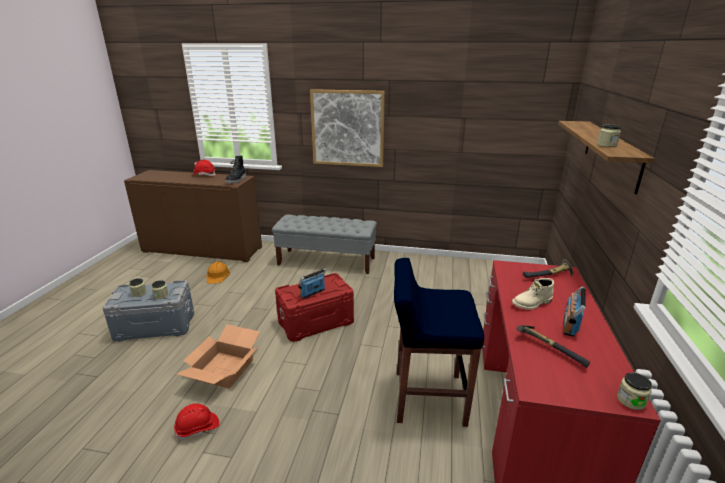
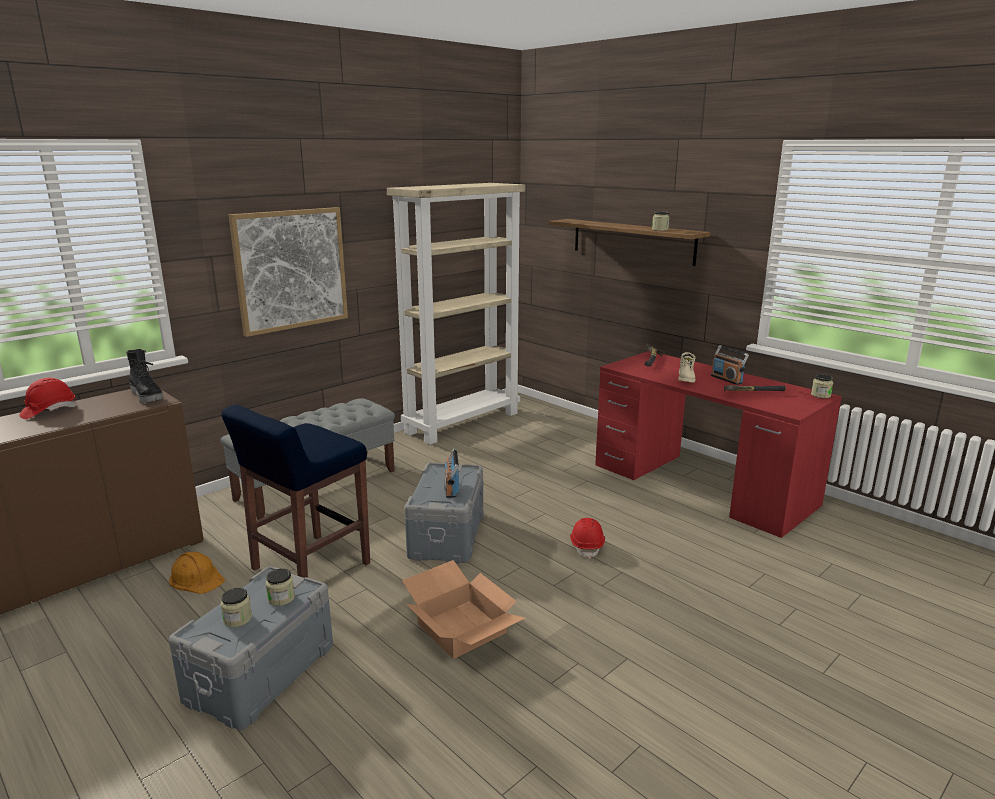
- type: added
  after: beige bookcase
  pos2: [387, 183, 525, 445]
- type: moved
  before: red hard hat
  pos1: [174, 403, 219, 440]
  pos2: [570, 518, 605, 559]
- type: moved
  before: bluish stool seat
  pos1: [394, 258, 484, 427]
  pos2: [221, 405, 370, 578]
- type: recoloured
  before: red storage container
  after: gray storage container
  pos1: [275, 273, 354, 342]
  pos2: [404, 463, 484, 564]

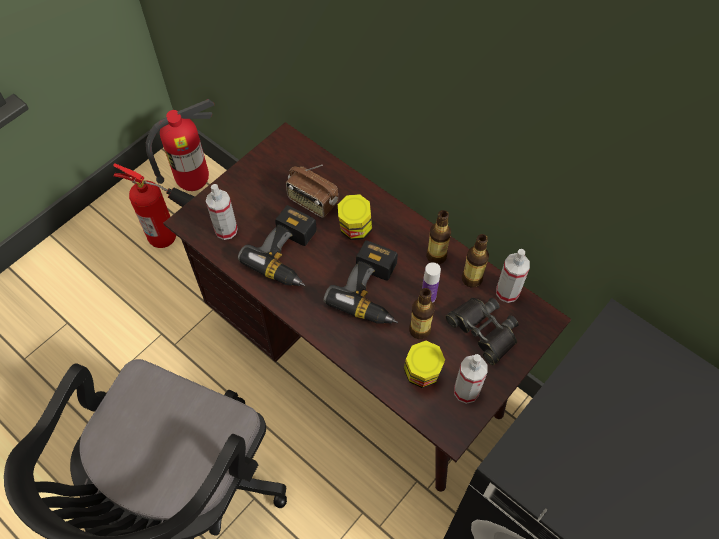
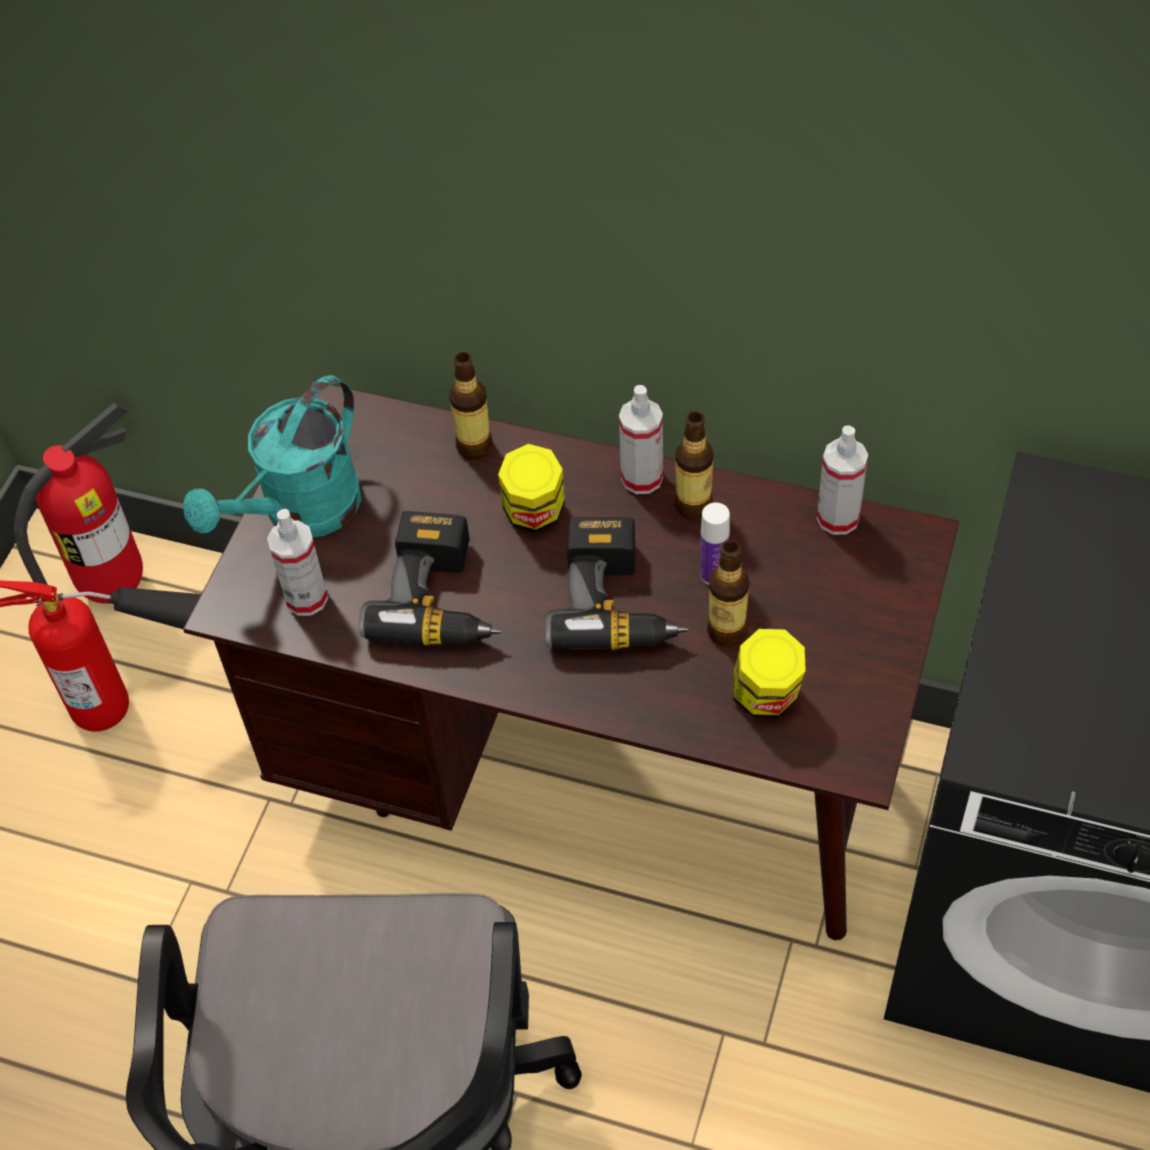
- type: removed
  before: radio receiver
  pos1: [286, 165, 338, 218]
- type: removed
  before: blackish pair of binoculars
  pos1: [445, 298, 519, 365]
- type: added
  after: blue-green sprinkling can
  pos2: [183, 375, 362, 538]
- type: moved
  before: sprayer
  pos1: [454, 354, 487, 404]
  pos2: [619, 385, 663, 494]
- type: moved
  before: bottle
  pos1: [462, 234, 489, 288]
  pos2: [449, 352, 493, 460]

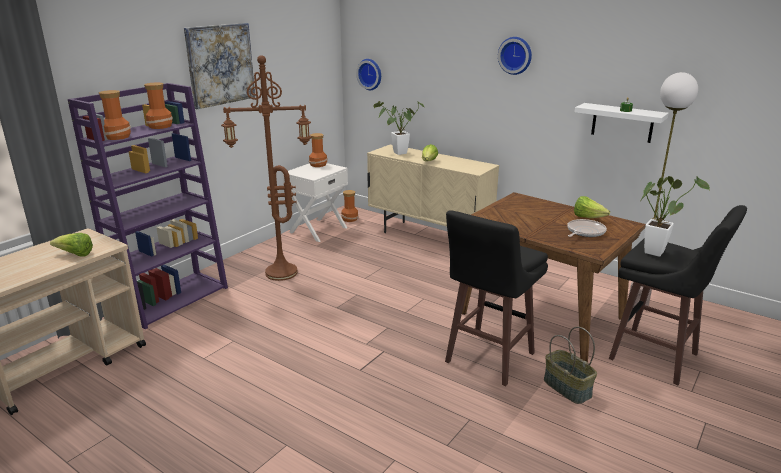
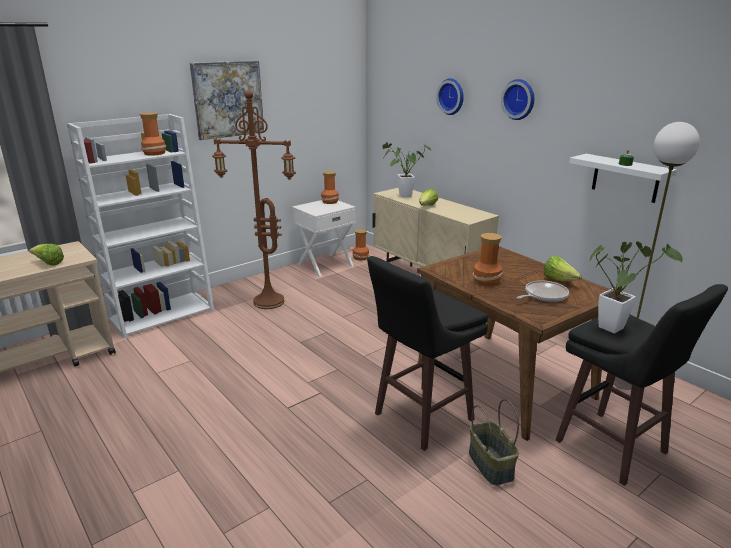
- type: moved
  before: flower vase
  pos1: [99, 90, 131, 140]
  pos2: [473, 233, 502, 286]
- type: moved
  before: clock on the wall
  pos1: [356, 59, 381, 90]
  pos2: [436, 78, 464, 115]
- type: recoloured
  before: purplish bookcase
  after: white-coloured bookcase
  pos1: [68, 83, 228, 329]
  pos2: [67, 114, 214, 339]

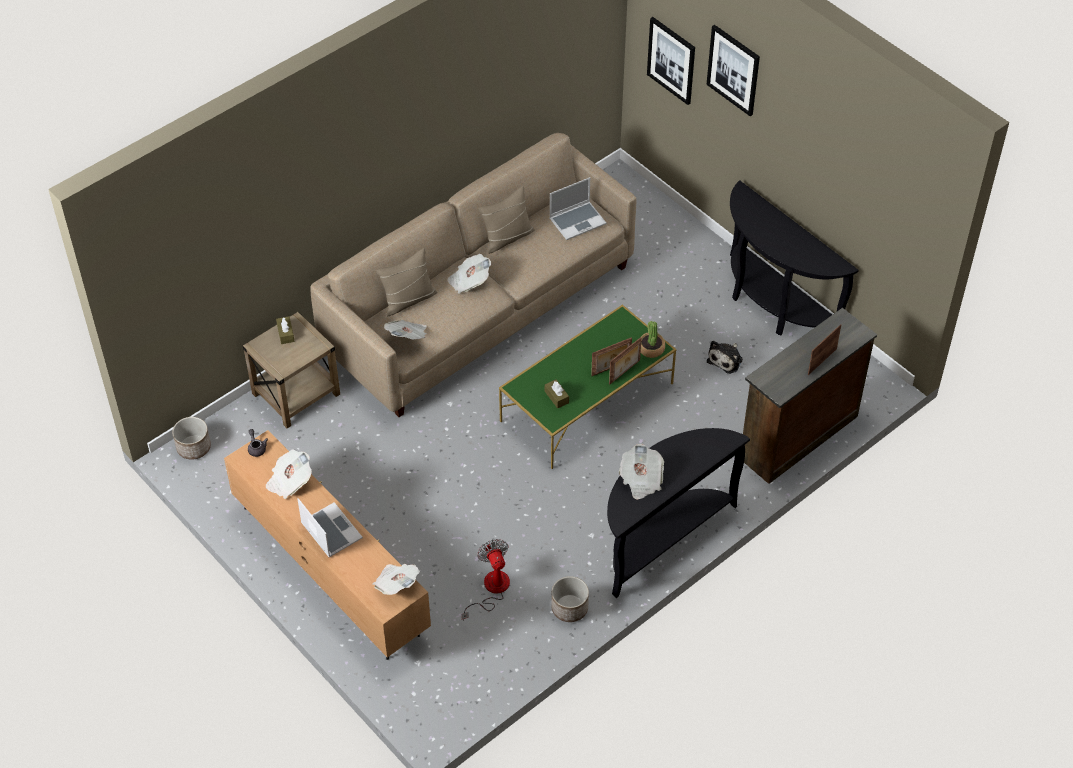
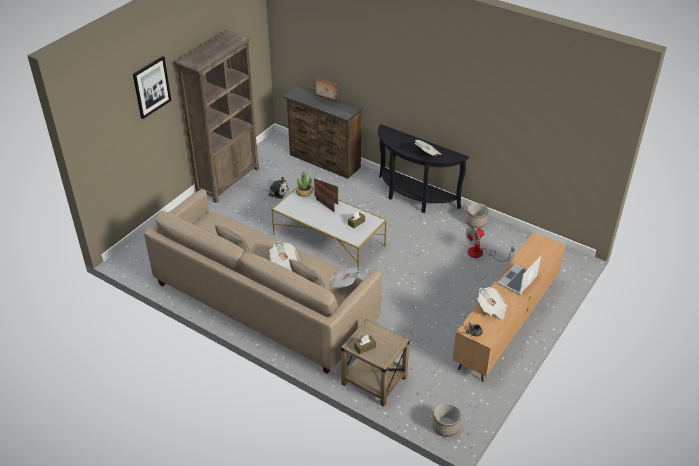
- type: removed
  before: printed paper
  pos1: [372, 564, 420, 595]
- type: removed
  before: portable computer
  pos1: [550, 177, 606, 240]
- type: removed
  before: wall picture
  pos1: [647, 17, 695, 105]
- type: replaced
  before: blackish narrow table
  after: brown-coloured bookcase
  pos1: [730, 181, 859, 335]
  pos2: [175, 30, 259, 203]
- type: recoloured
  before: green-coloured lounge table
  after: white-coloured lounge table
  pos1: [499, 304, 676, 469]
  pos2: [271, 188, 387, 270]

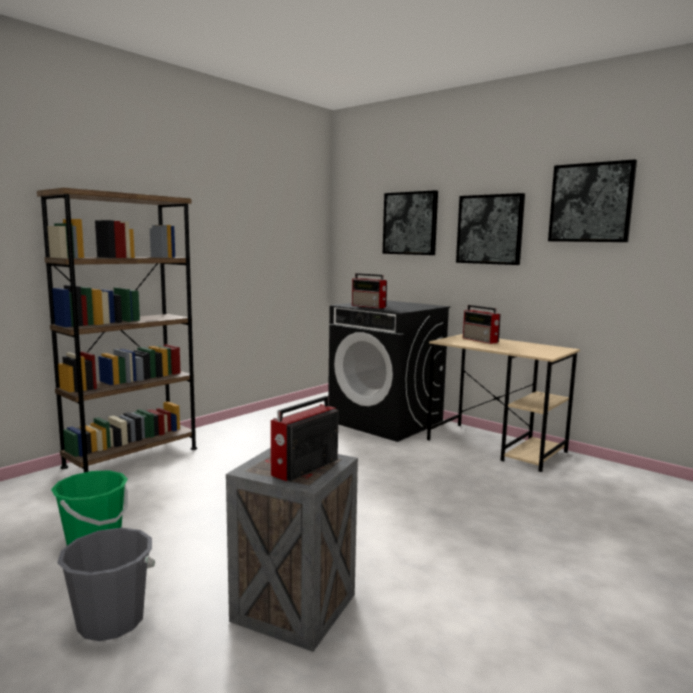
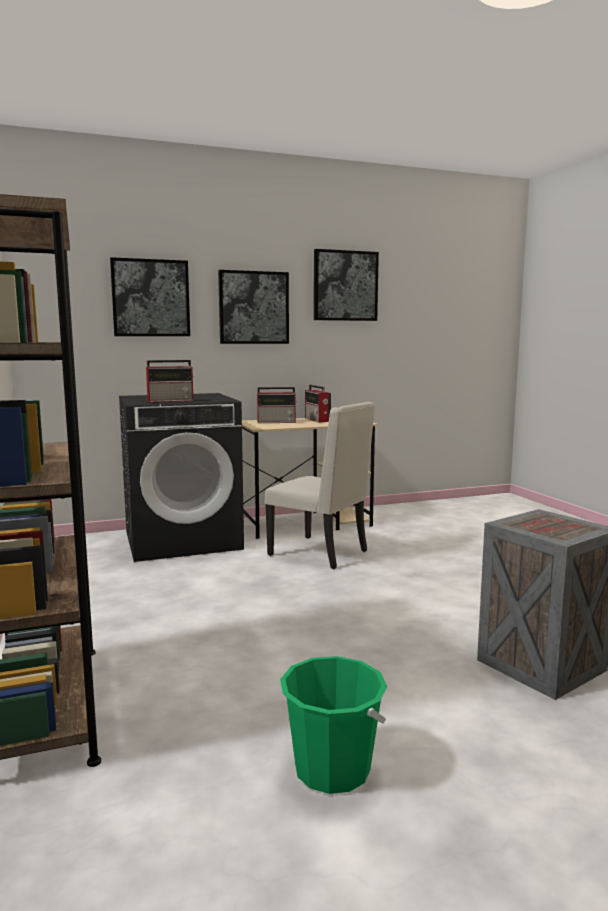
- type: removed
  before: gray water bucket
  pos1: [57, 528, 155, 641]
- type: added
  after: beige upright chair
  pos2: [265, 402, 375, 569]
- type: moved
  before: radio receiver
  pos1: [271, 396, 339, 481]
  pos2: [305, 385, 331, 422]

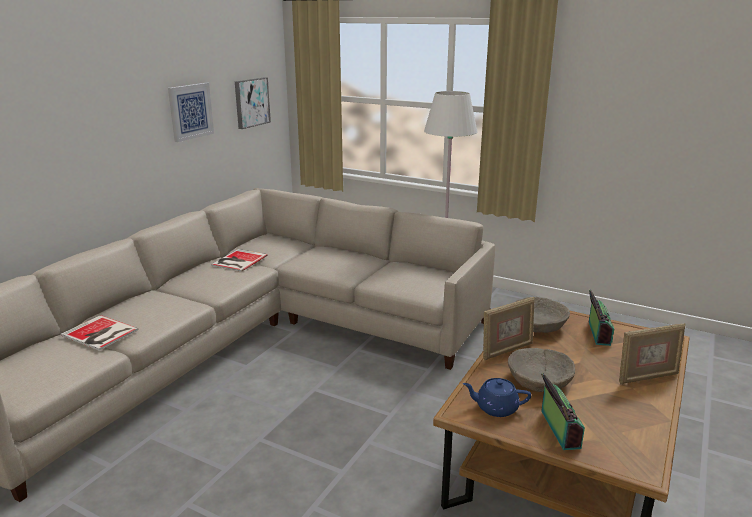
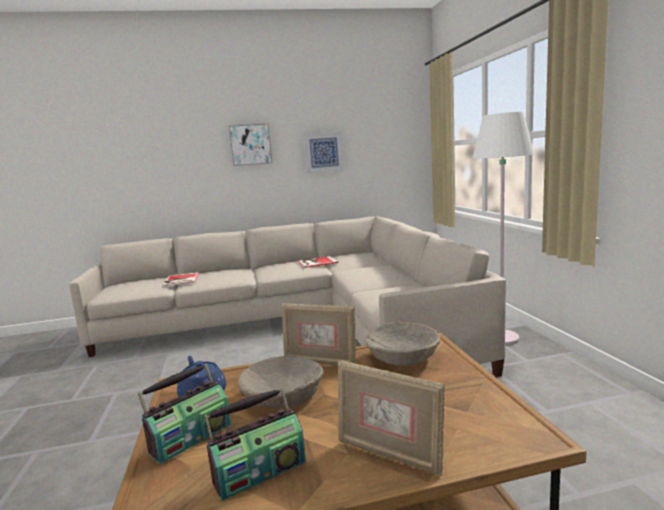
- type: moved
  before: wall picture
  pos1: [235, 77, 271, 129]
  pos2: [229, 123, 272, 166]
- type: moved
  before: radio receiver
  pos1: [589, 290, 614, 346]
  pos2: [204, 387, 306, 501]

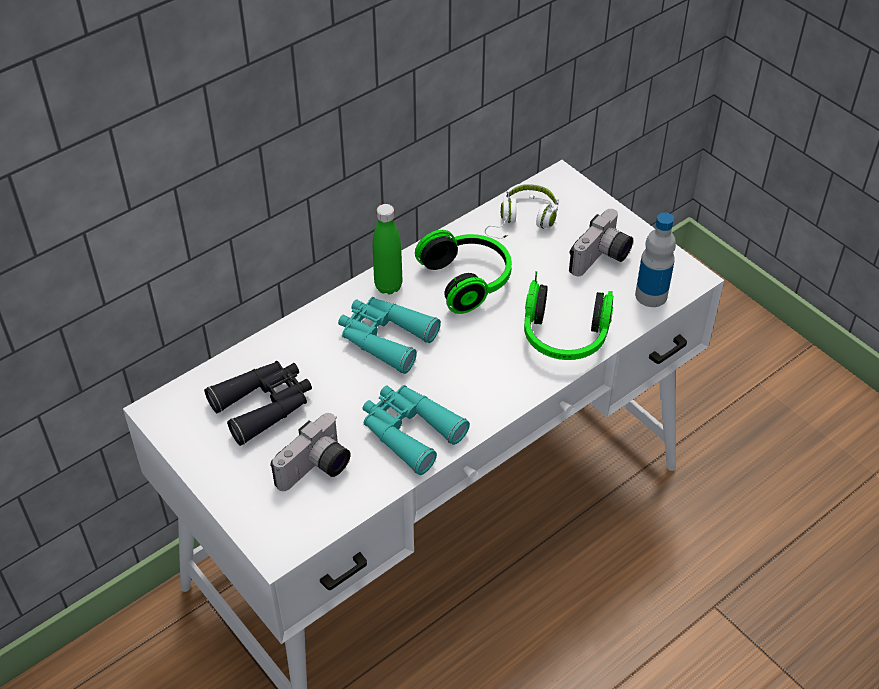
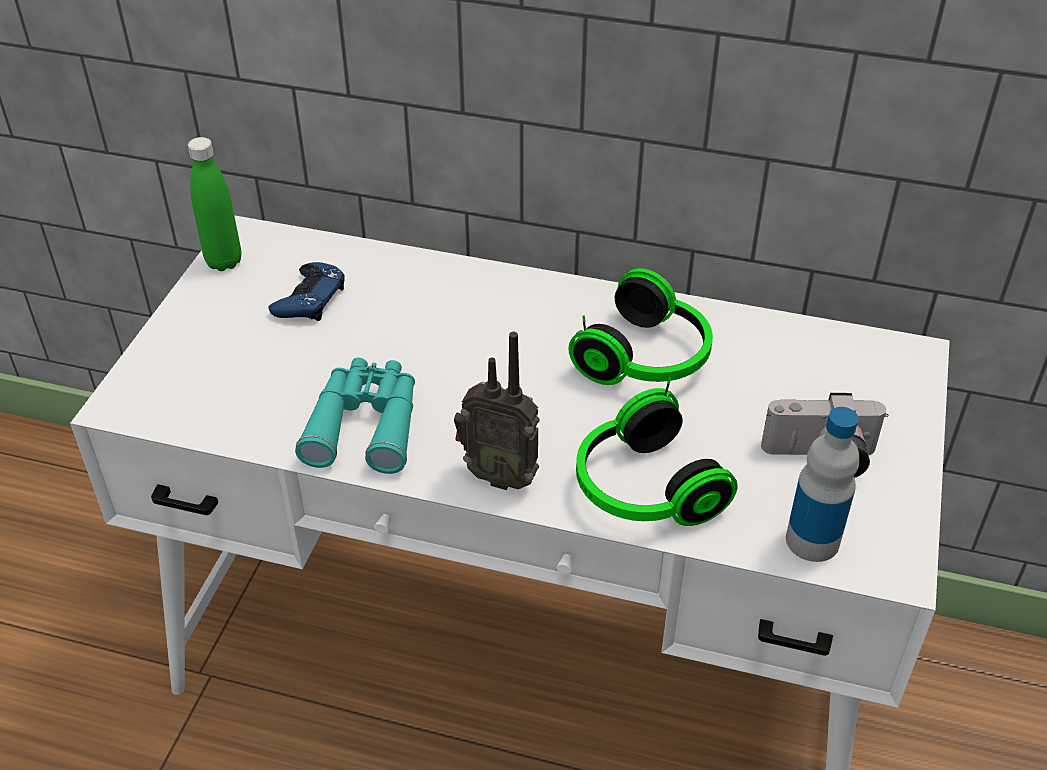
- type: removed
  before: photo camera
  pos1: [270, 413, 351, 491]
- type: removed
  before: blue-green pair of binoculars
  pos1: [338, 297, 441, 374]
- type: removed
  before: white-coloured pair of headphones
  pos1: [485, 183, 559, 239]
- type: added
  after: radio receiver
  pos2: [454, 332, 540, 490]
- type: moved
  before: green-coloured bottle
  pos1: [373, 204, 402, 295]
  pos2: [188, 137, 242, 271]
- type: replaced
  before: blackish pair of binoculars
  after: bluish joypad
  pos1: [204, 361, 312, 446]
  pos2: [268, 262, 345, 321]

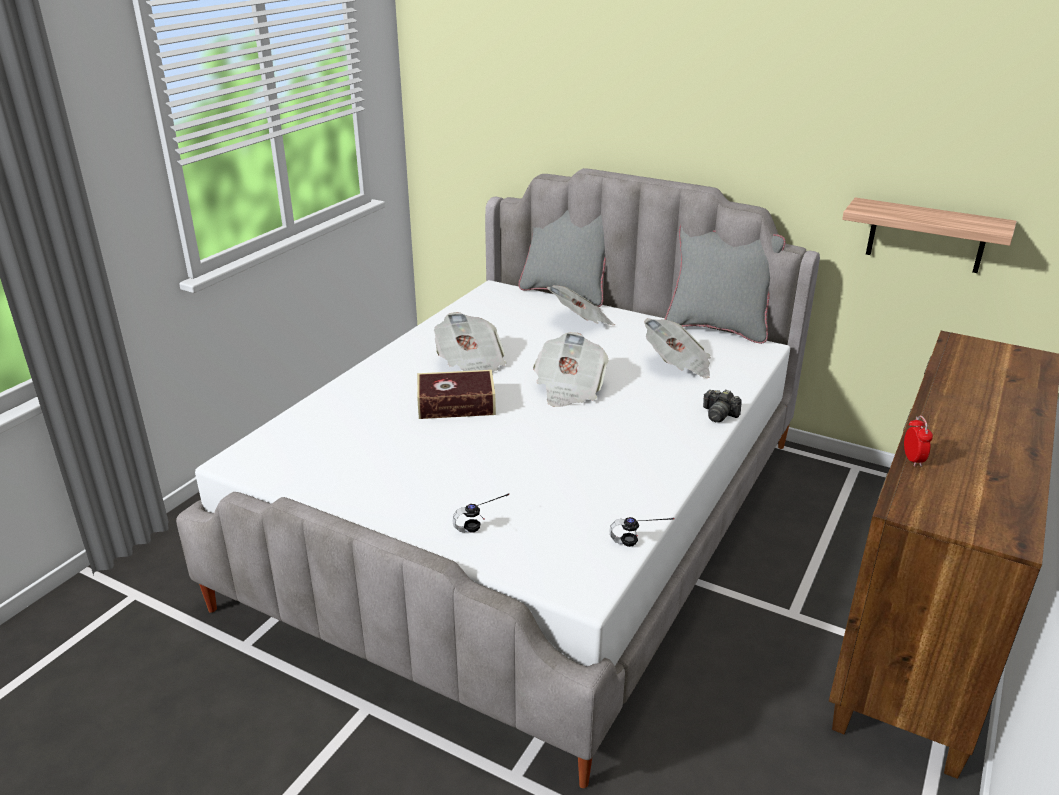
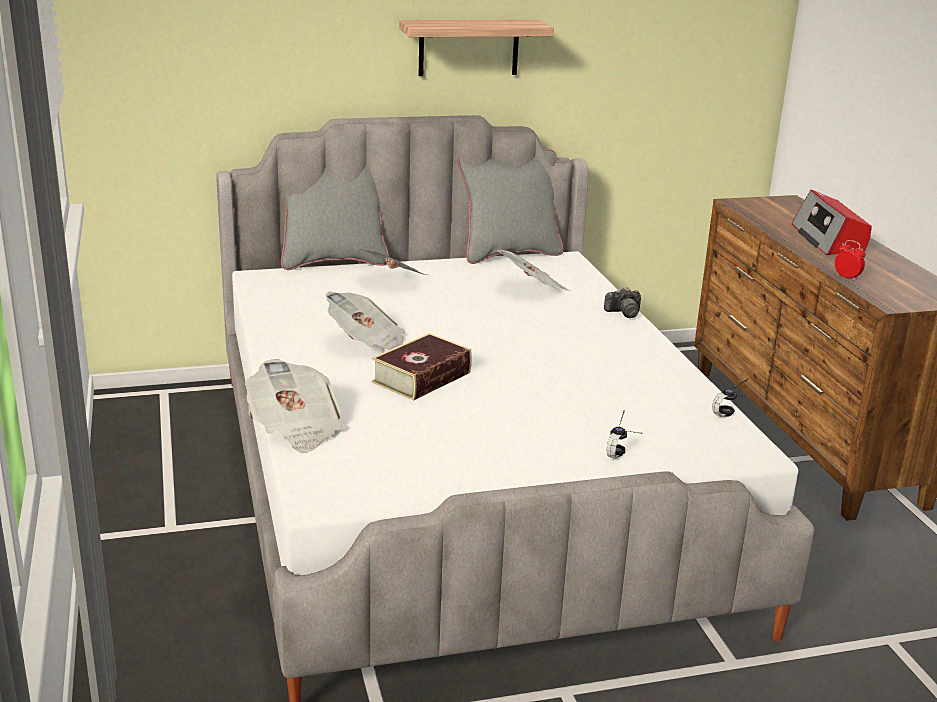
- type: added
  after: radio receiver
  pos2: [792, 190, 872, 255]
- type: moved
  before: printed paper
  pos1: [533, 332, 609, 407]
  pos2: [245, 359, 344, 453]
- type: moved
  before: shelf
  pos1: [842, 198, 1017, 273]
  pos2: [399, 20, 554, 76]

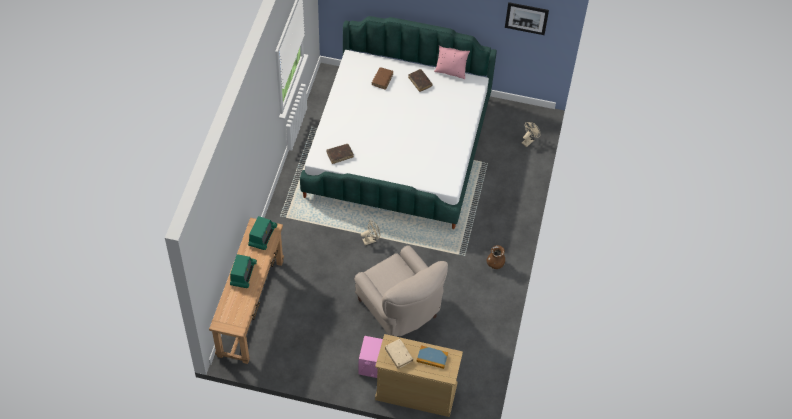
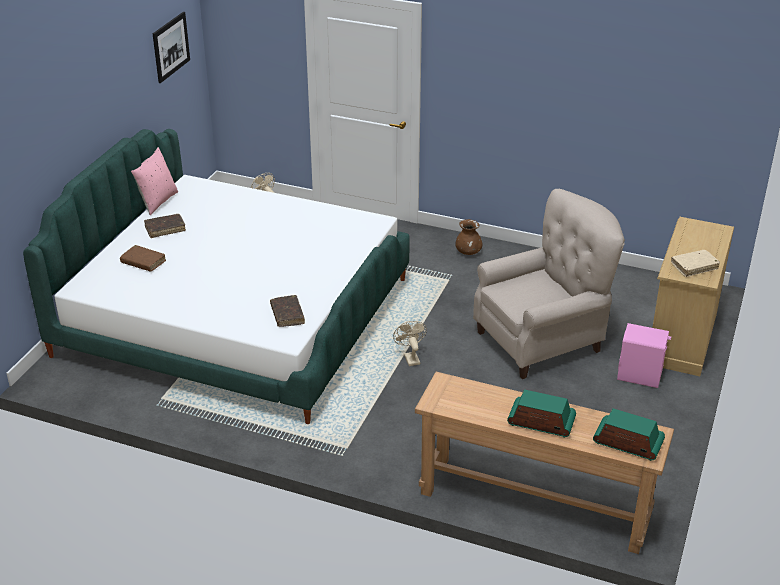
- type: removed
  before: book
  pos1: [416, 345, 448, 369]
- type: moved
  before: radio receiver
  pos1: [248, 216, 277, 250]
  pos2: [593, 408, 665, 461]

